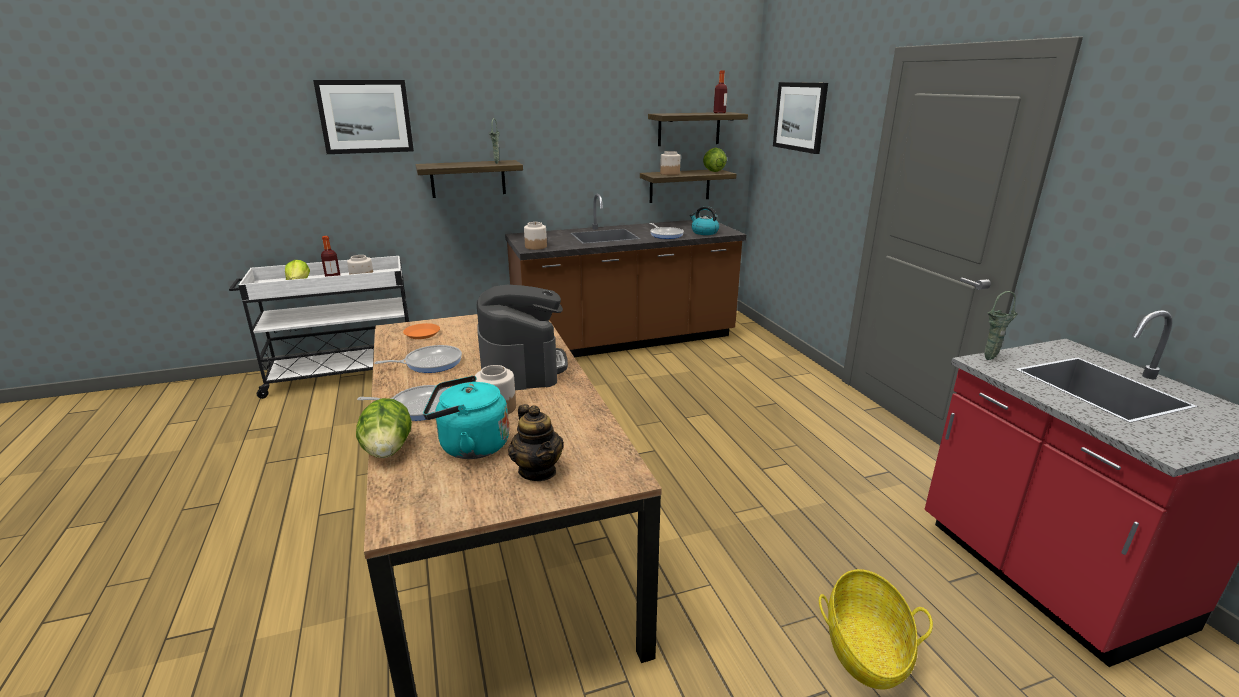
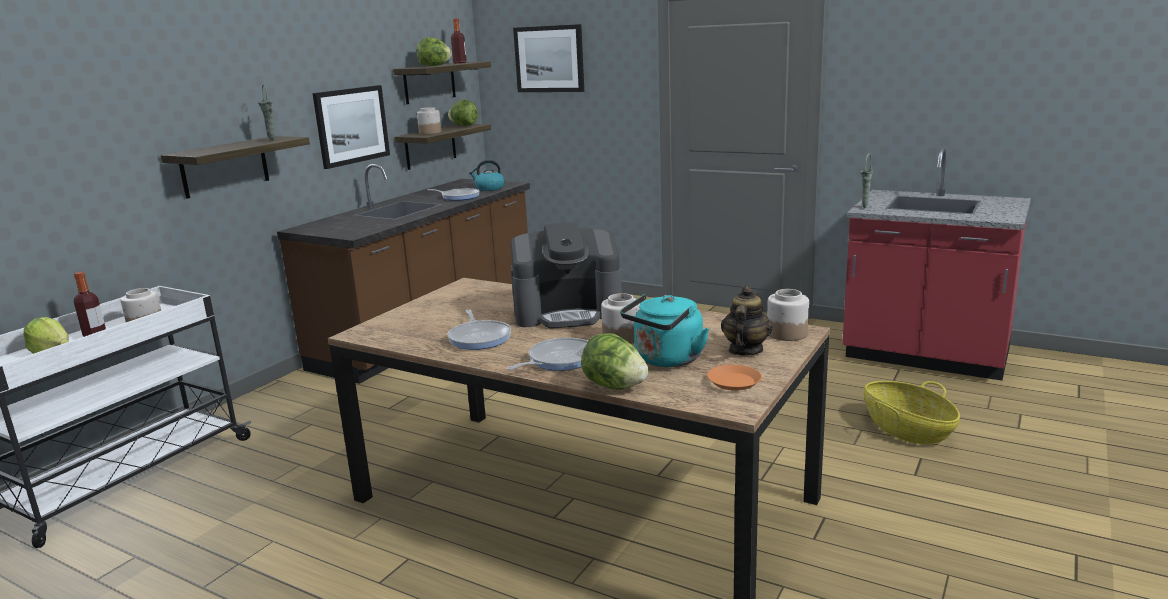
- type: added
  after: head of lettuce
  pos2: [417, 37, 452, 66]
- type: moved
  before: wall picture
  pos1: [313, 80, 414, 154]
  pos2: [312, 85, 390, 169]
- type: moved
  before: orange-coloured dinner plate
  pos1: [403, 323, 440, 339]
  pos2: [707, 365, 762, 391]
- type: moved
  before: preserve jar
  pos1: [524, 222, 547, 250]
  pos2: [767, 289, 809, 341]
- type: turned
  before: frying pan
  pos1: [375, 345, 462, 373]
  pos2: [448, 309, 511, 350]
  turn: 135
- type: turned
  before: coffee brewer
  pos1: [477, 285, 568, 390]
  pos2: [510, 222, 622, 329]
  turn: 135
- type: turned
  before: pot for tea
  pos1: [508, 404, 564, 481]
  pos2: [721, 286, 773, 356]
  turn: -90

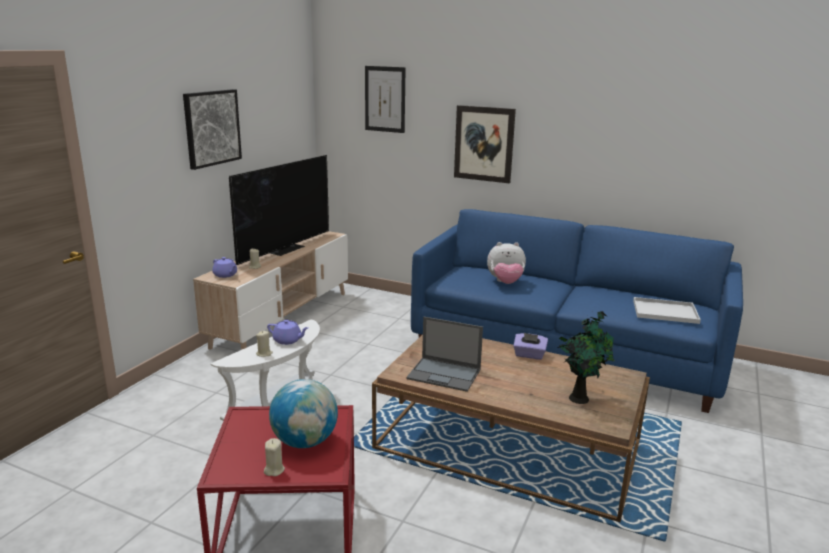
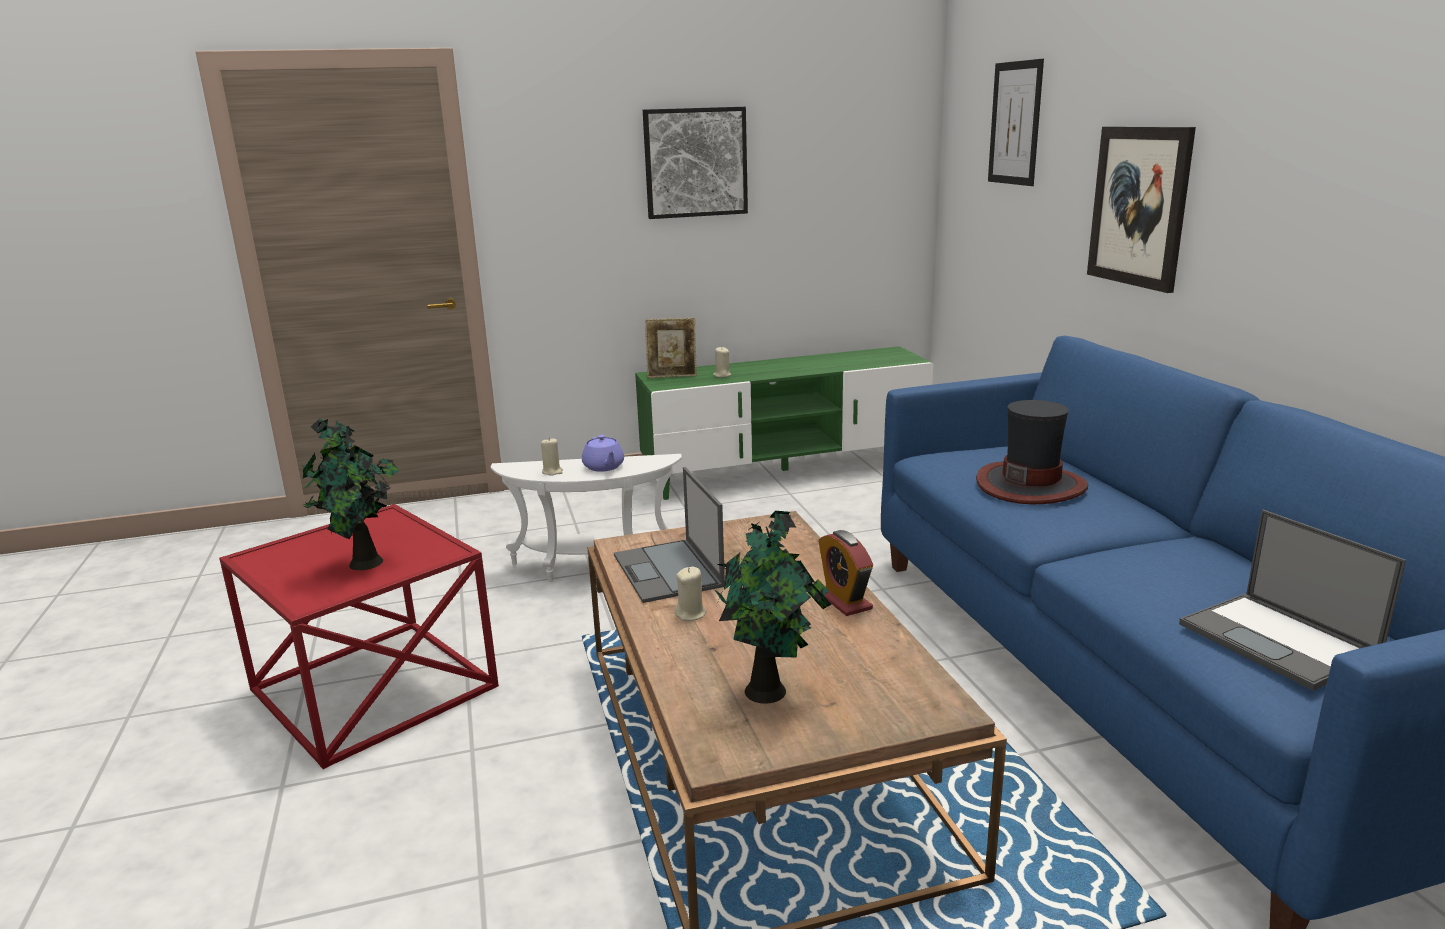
- type: removed
  before: TV
  pos1: [229, 155, 329, 265]
- type: moved
  before: beige candle
  pos1: [264, 438, 285, 476]
  pos2: [675, 567, 707, 621]
- type: replaced
  before: purplish pot for tea
  after: photo frame
  pos1: [212, 257, 237, 278]
  pos2: [645, 318, 697, 378]
- type: replaced
  before: world globe
  after: houseplant
  pos1: [269, 379, 338, 448]
  pos2: [302, 418, 399, 570]
- type: replaced
  before: soft toy
  after: clothing hat
  pos1: [487, 242, 526, 284]
  pos2: [976, 400, 1088, 504]
- type: replaced
  before: purplish tissue holder
  after: bedside clock
  pos1: [513, 333, 548, 360]
  pos2: [818, 530, 873, 616]
- type: replaced
  before: white-coloured tray
  after: portable computer
  pos1: [633, 297, 701, 324]
  pos2: [1179, 510, 1406, 691]
- type: recoloured
  before: beige tv stand
  after: green-coloured tv stand
  pos1: [193, 231, 348, 350]
  pos2: [635, 346, 933, 500]

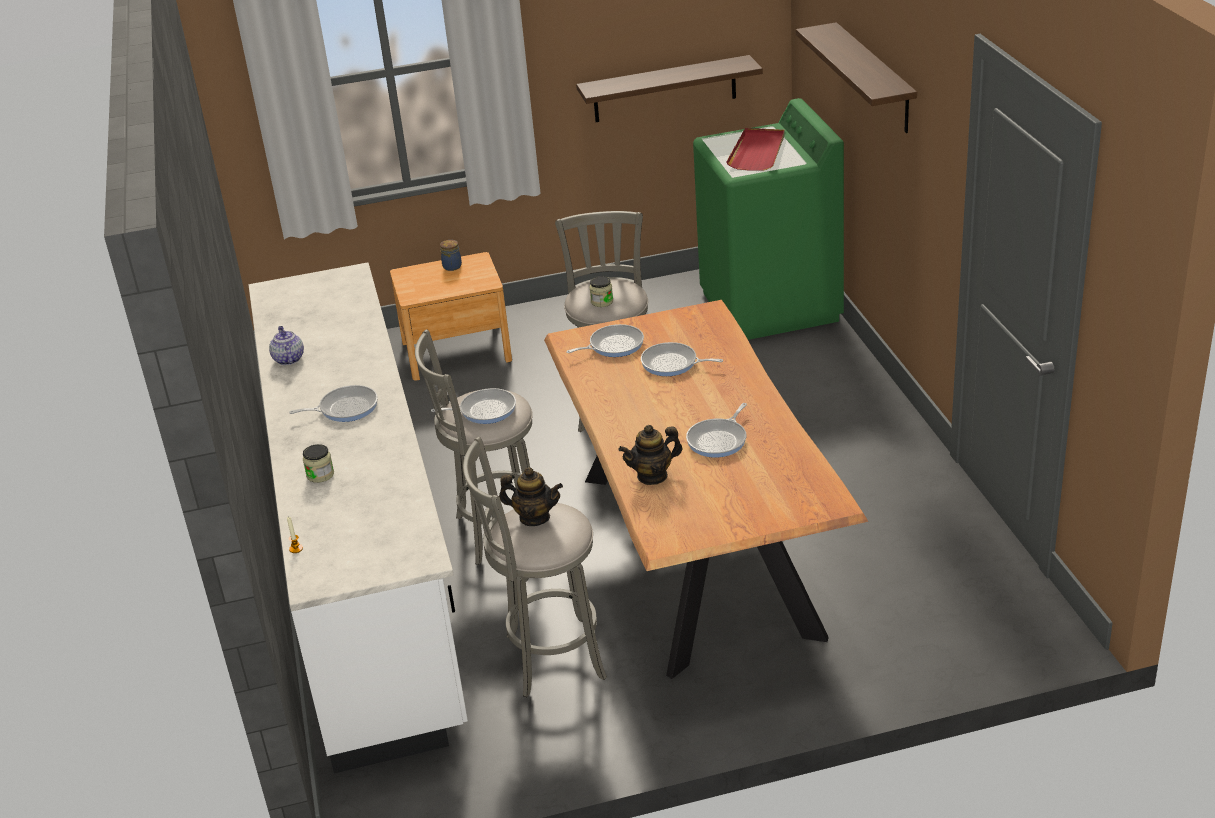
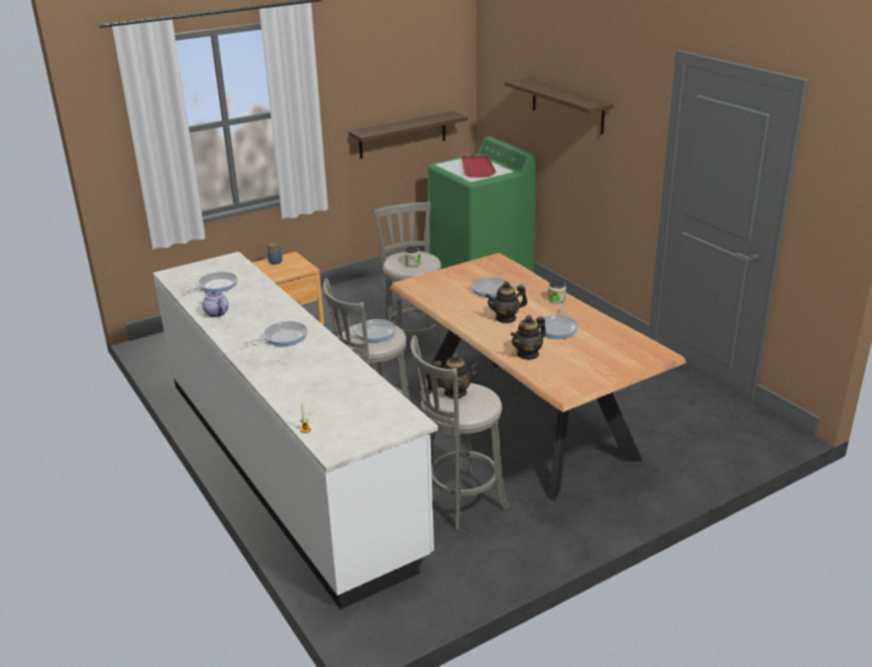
- type: added
  after: pot for tea
  pos2: [485, 281, 528, 323]
- type: moved
  before: preserve jar
  pos1: [303, 444, 334, 483]
  pos2: [548, 280, 566, 304]
- type: moved
  before: frying pan
  pos1: [566, 324, 644, 357]
  pos2: [182, 272, 238, 292]

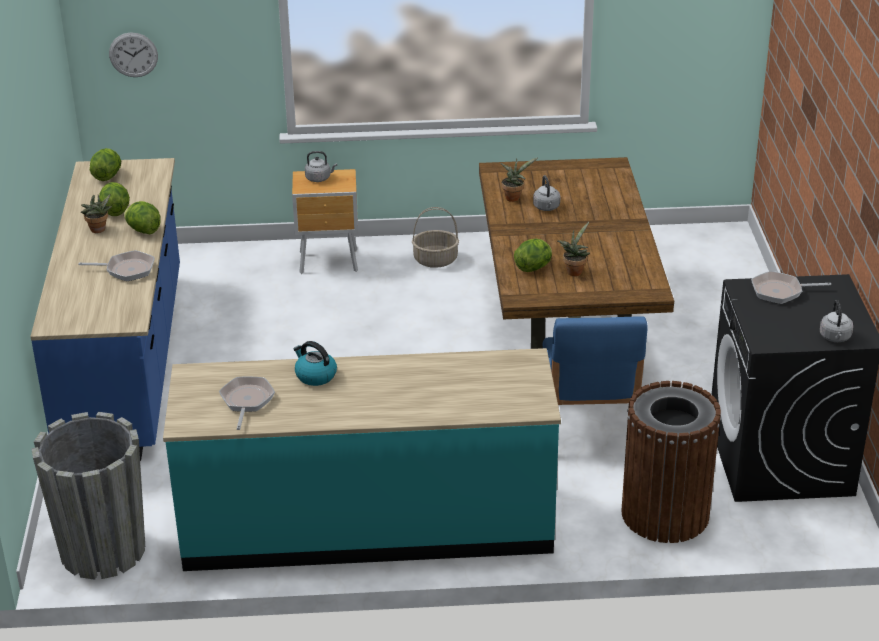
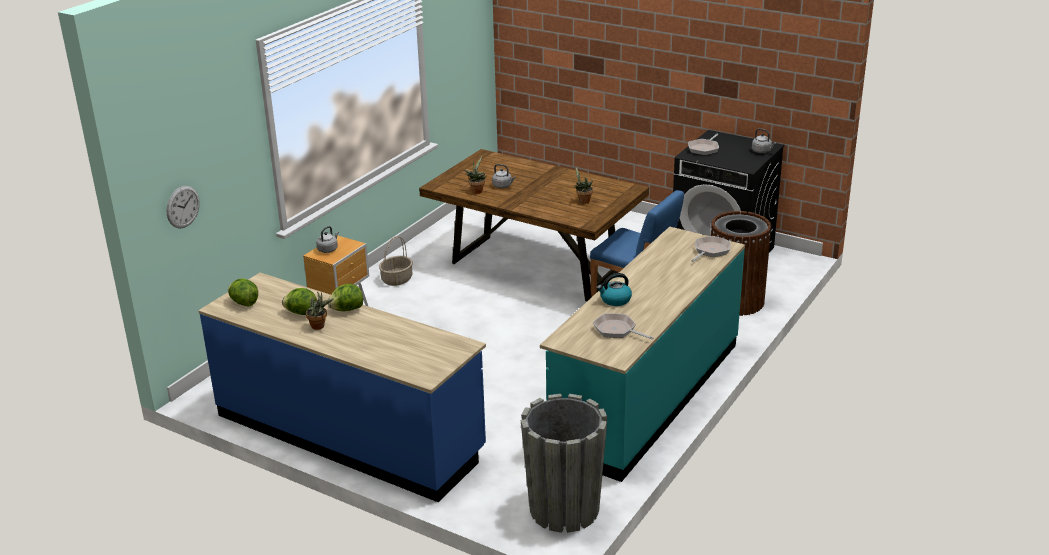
- type: removed
  before: head of lettuce
  pos1: [514, 239, 552, 272]
- type: moved
  before: frying pan
  pos1: [79, 250, 155, 281]
  pos2: [691, 236, 731, 262]

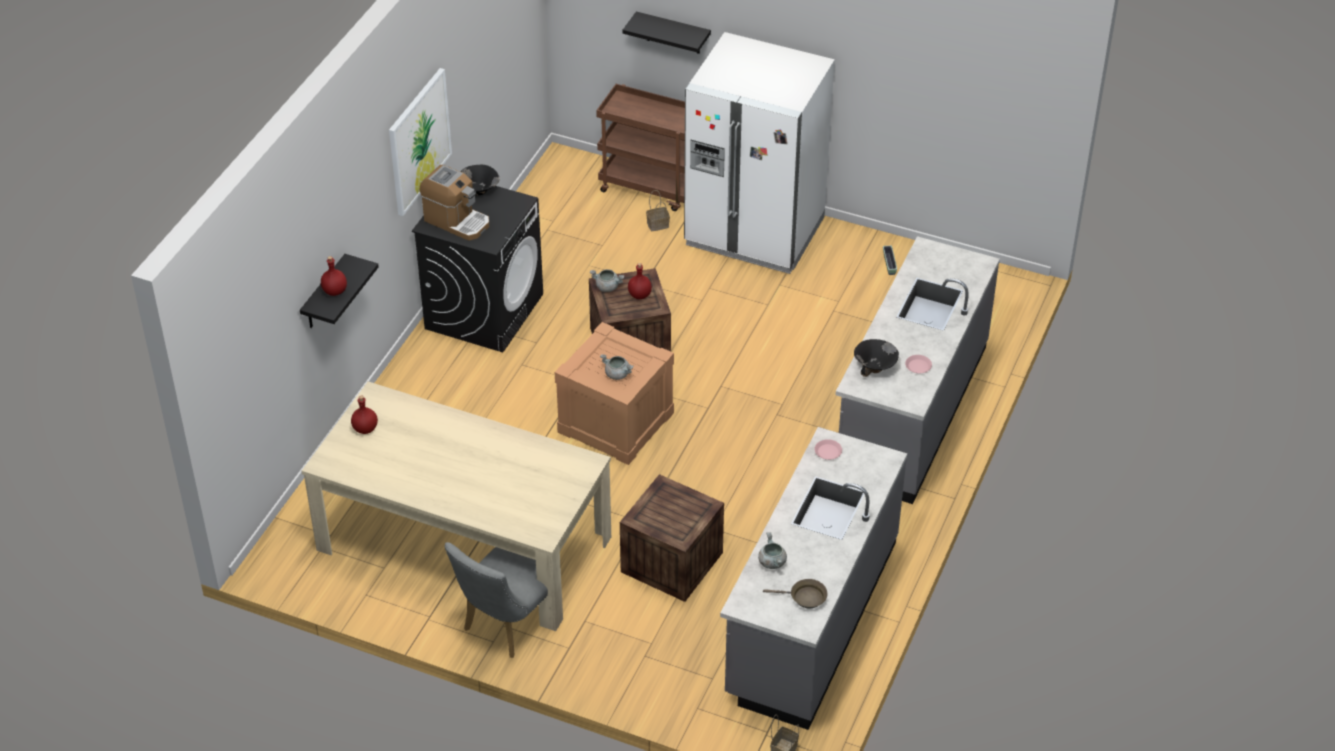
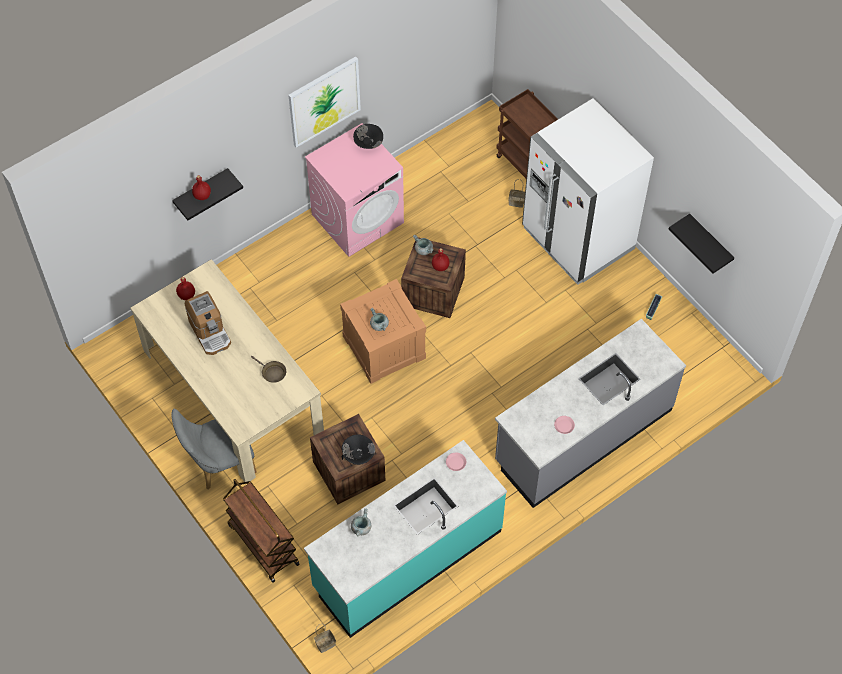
- type: added
  after: brown-coloured trolley
  pos2: [223, 479, 300, 583]
- type: moved
  before: coffee brewer
  pos1: [420, 165, 489, 241]
  pos2: [185, 291, 231, 355]
- type: moved
  before: blackish shelf
  pos1: [623, 12, 711, 54]
  pos2: [669, 214, 734, 274]
- type: moved
  before: brown-coloured frying pan
  pos1: [763, 579, 827, 608]
  pos2: [251, 356, 286, 383]
- type: moved
  before: blackish serving bowl
  pos1: [854, 339, 899, 377]
  pos2: [341, 434, 375, 465]
- type: recoloured
  before: blackish laundry appliance
  after: pink laundry appliance
  pos1: [412, 186, 543, 352]
  pos2: [305, 123, 404, 257]
- type: recoloured
  before: gray kitchen counter
  after: blue-green kitchen counter
  pos1: [720, 427, 907, 730]
  pos2: [304, 440, 507, 638]

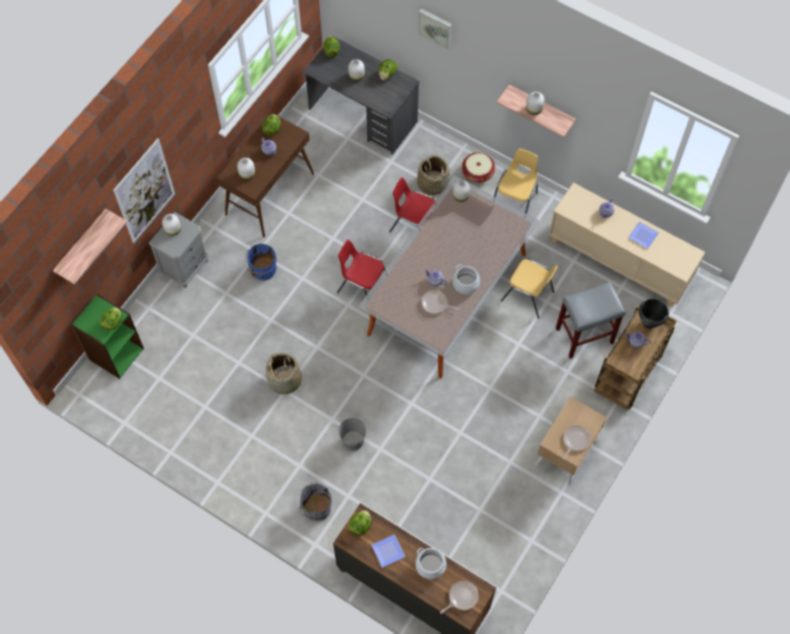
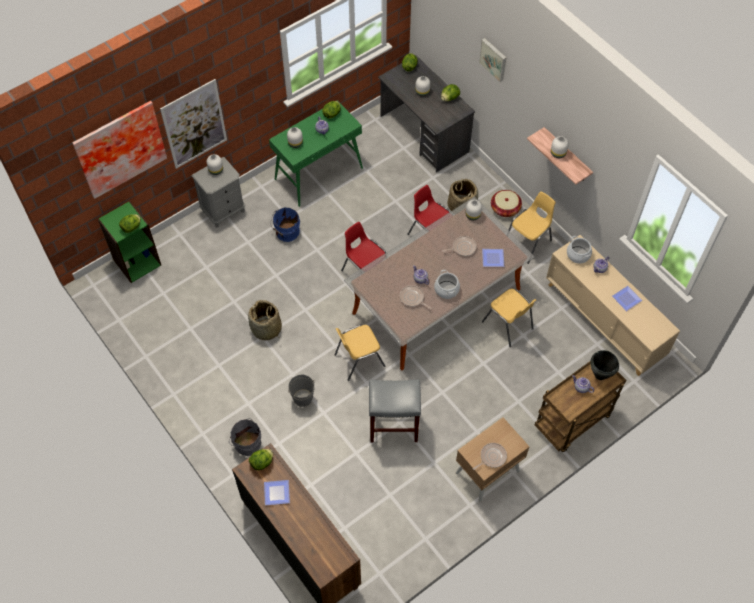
- type: added
  after: yellow upright chair
  pos2: [335, 324, 385, 381]
- type: added
  after: dinner plate
  pos2: [482, 249, 504, 267]
- type: moved
  before: stockpot
  pos1: [416, 548, 446, 579]
  pos2: [567, 236, 592, 264]
- type: moved
  before: frying pan
  pos1: [440, 581, 479, 614]
  pos2: [442, 236, 477, 256]
- type: moved
  before: gray stool seat
  pos1: [556, 281, 625, 359]
  pos2: [369, 380, 421, 442]
- type: replaced
  before: shelf
  after: wall picture
  pos1: [53, 209, 127, 284]
  pos2: [73, 101, 167, 199]
- type: recoloured
  before: brown-coloured narrow table
  after: green-coloured narrow table
  pos1: [217, 112, 314, 237]
  pos2: [269, 100, 363, 207]

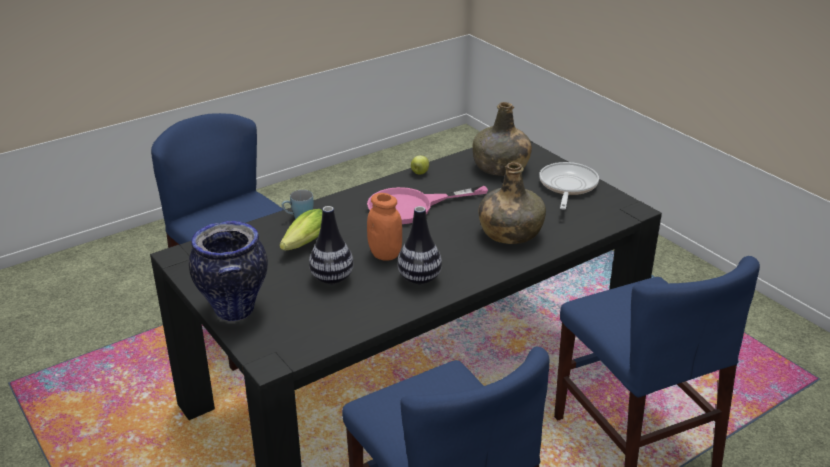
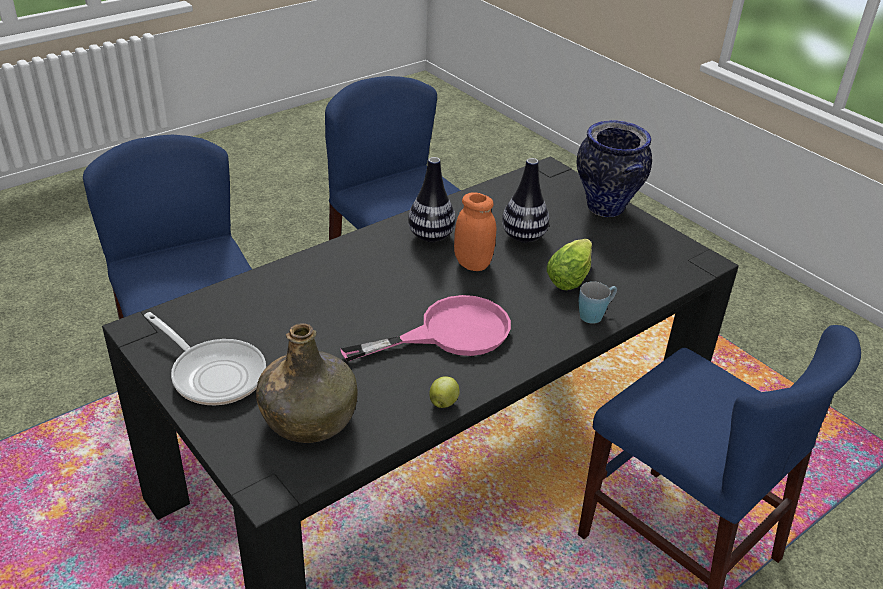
- type: removed
  before: green-coloured bottle
  pos1: [478, 162, 546, 244]
- type: turned
  before: frying pan
  pos1: [539, 162, 599, 210]
  pos2: [144, 312, 266, 405]
  turn: -60

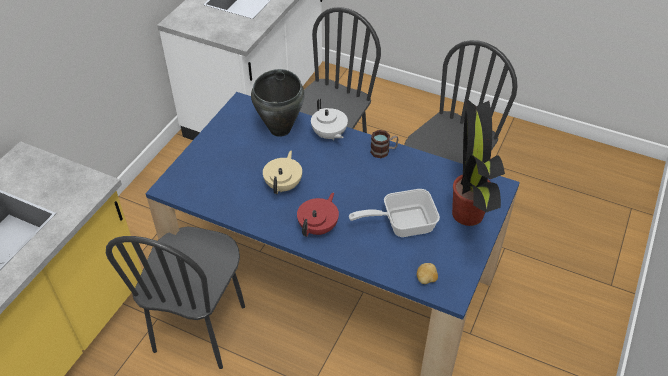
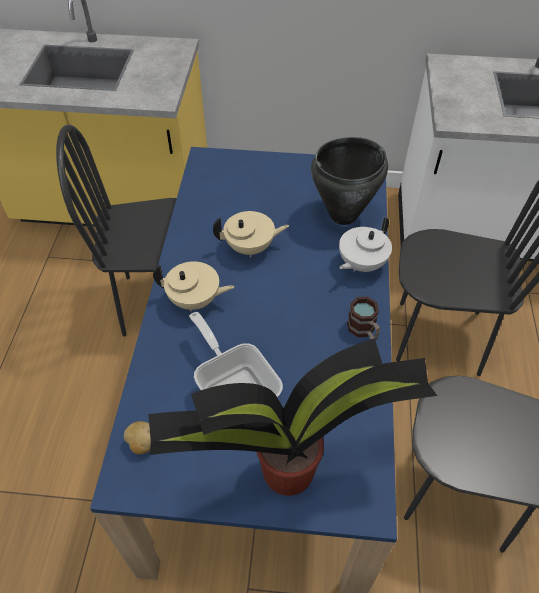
- type: recoloured
  before: red pot for tea
  after: beige pot for tea
  pos1: [297, 193, 339, 237]
  pos2: [153, 261, 234, 311]

